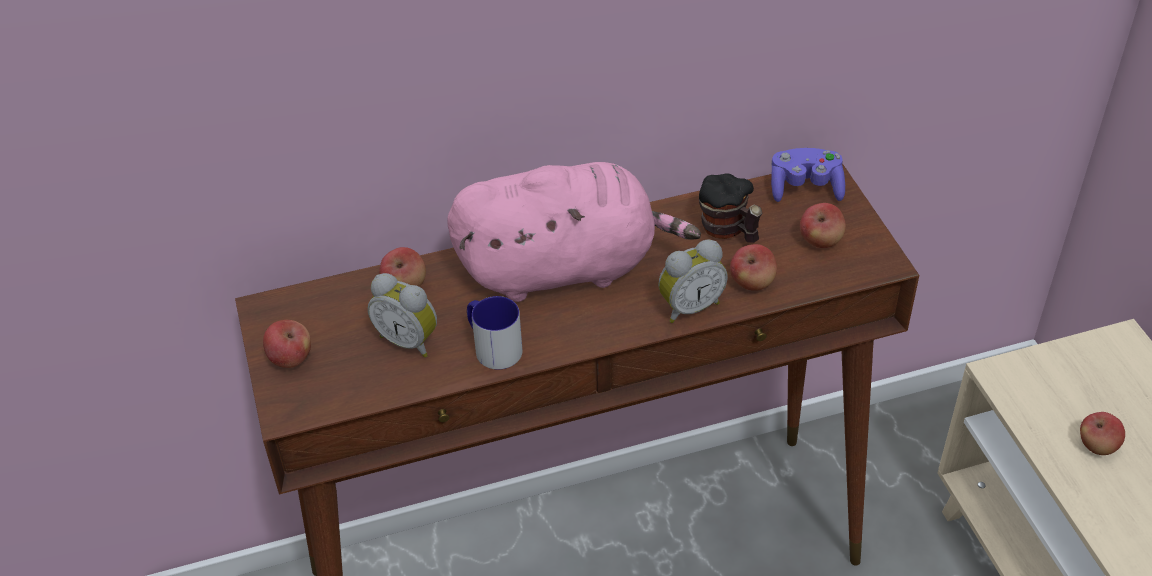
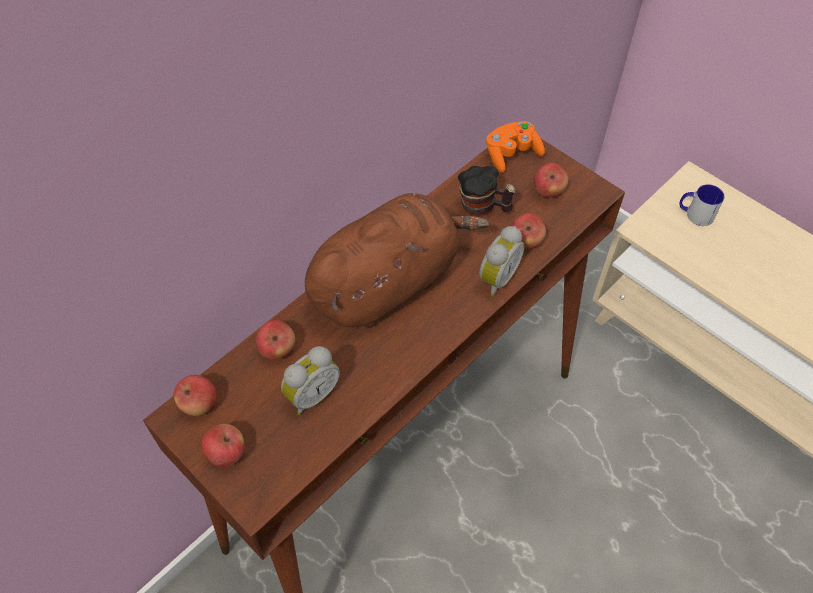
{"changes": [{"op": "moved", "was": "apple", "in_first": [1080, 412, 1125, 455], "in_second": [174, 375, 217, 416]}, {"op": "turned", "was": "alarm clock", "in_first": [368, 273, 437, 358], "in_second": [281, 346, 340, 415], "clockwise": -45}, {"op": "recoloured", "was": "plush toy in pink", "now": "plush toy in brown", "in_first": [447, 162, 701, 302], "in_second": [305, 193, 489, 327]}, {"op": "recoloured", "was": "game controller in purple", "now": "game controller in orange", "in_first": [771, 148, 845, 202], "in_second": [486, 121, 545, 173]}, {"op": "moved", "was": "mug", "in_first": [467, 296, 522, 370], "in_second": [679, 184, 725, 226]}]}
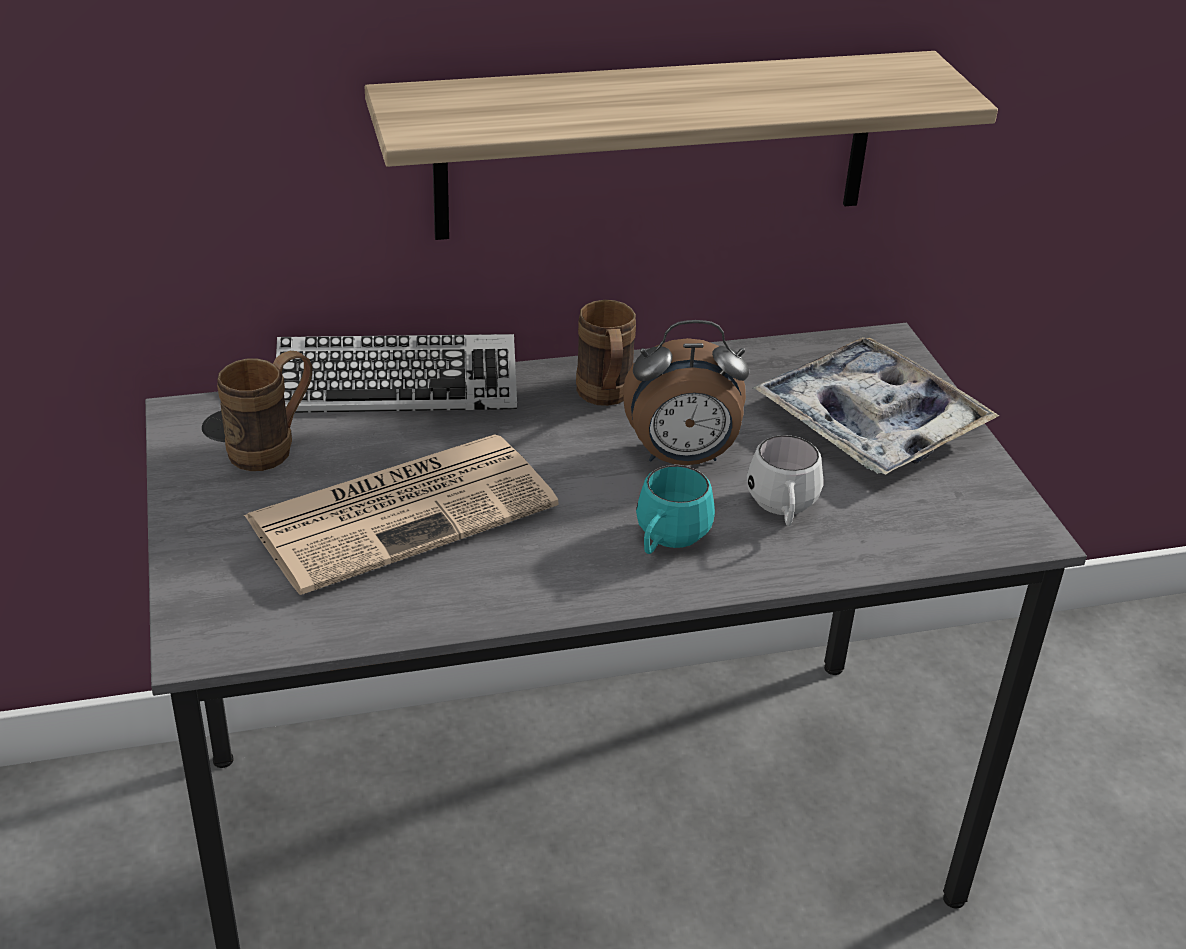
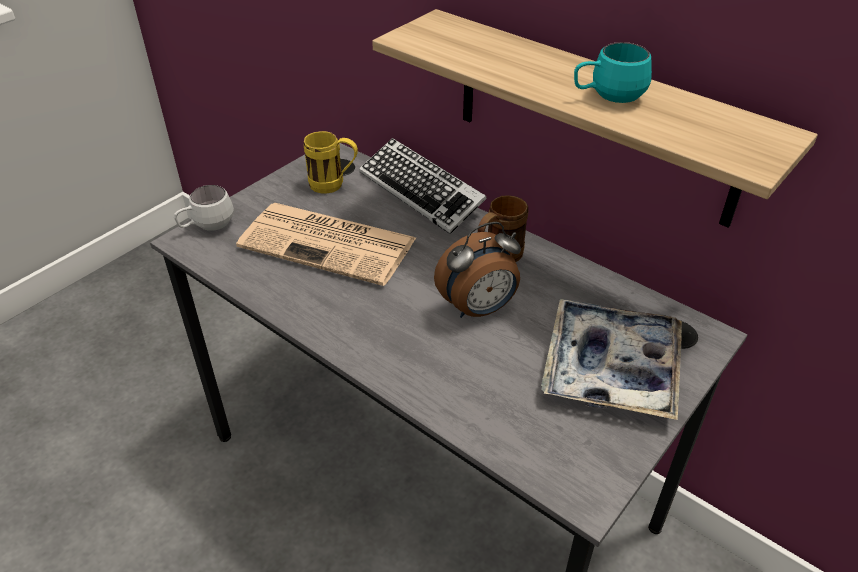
{"changes": [{"op": "moved", "was": "mug in white", "in_first": [747, 435, 823, 526], "in_second": [174, 185, 234, 231]}, {"op": "recoloured", "was": "mug in brown", "now": "mug in yellow", "in_first": [217, 351, 312, 471], "in_second": [304, 131, 358, 194]}, {"op": "turned", "was": "alarm clock", "in_first": [623, 320, 749, 465], "in_second": [434, 222, 521, 318], "clockwise": -75}, {"op": "moved", "was": "mug in turquoise", "in_first": [636, 465, 715, 554], "in_second": [574, 42, 652, 103]}]}
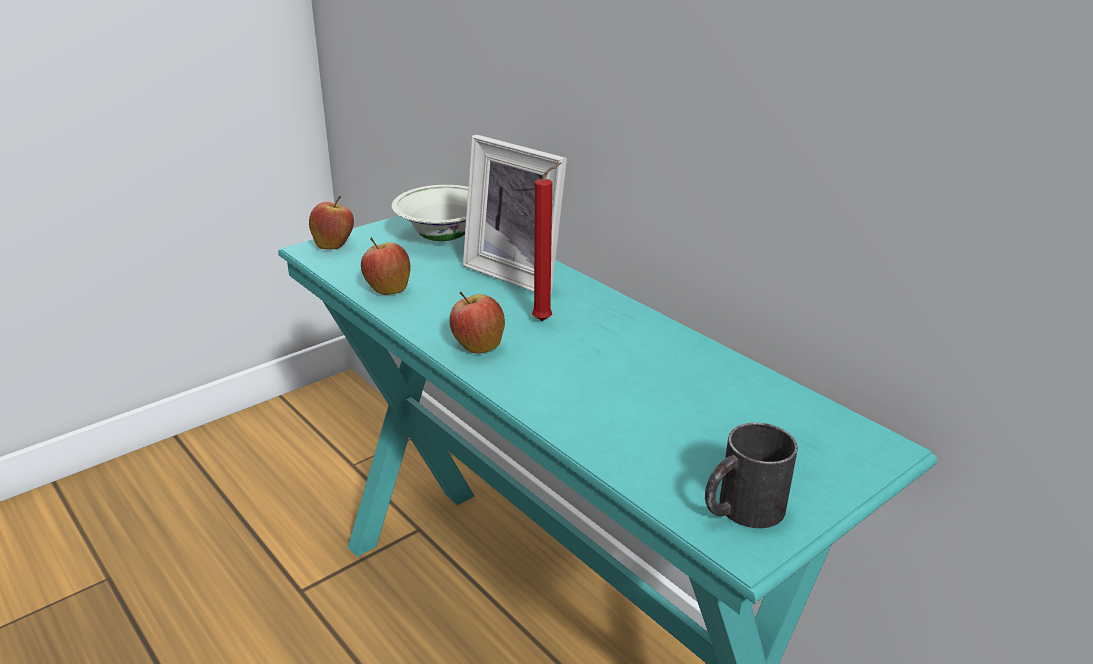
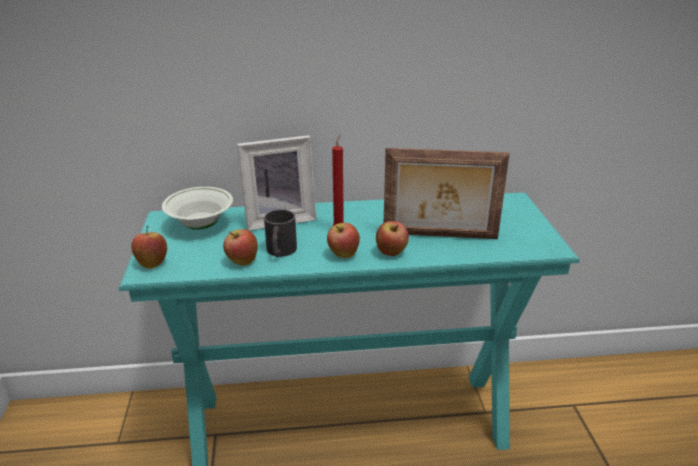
{"changes": [{"op": "moved", "was": "mug in black", "in_first": [705, 422, 798, 528], "in_second": [264, 209, 297, 257]}, {"op": "added", "now": "apple", "in_second": [376, 221, 409, 256]}, {"op": "added", "now": "picture frame", "in_second": [384, 148, 510, 239]}]}
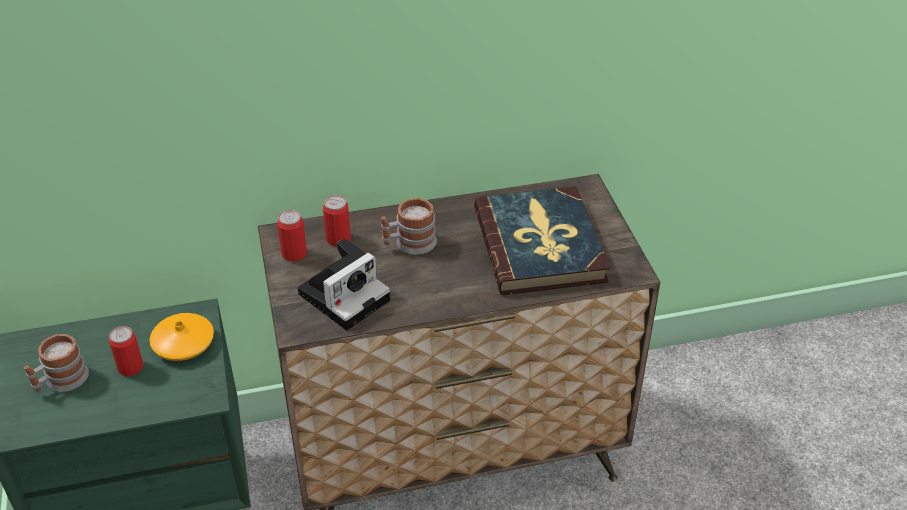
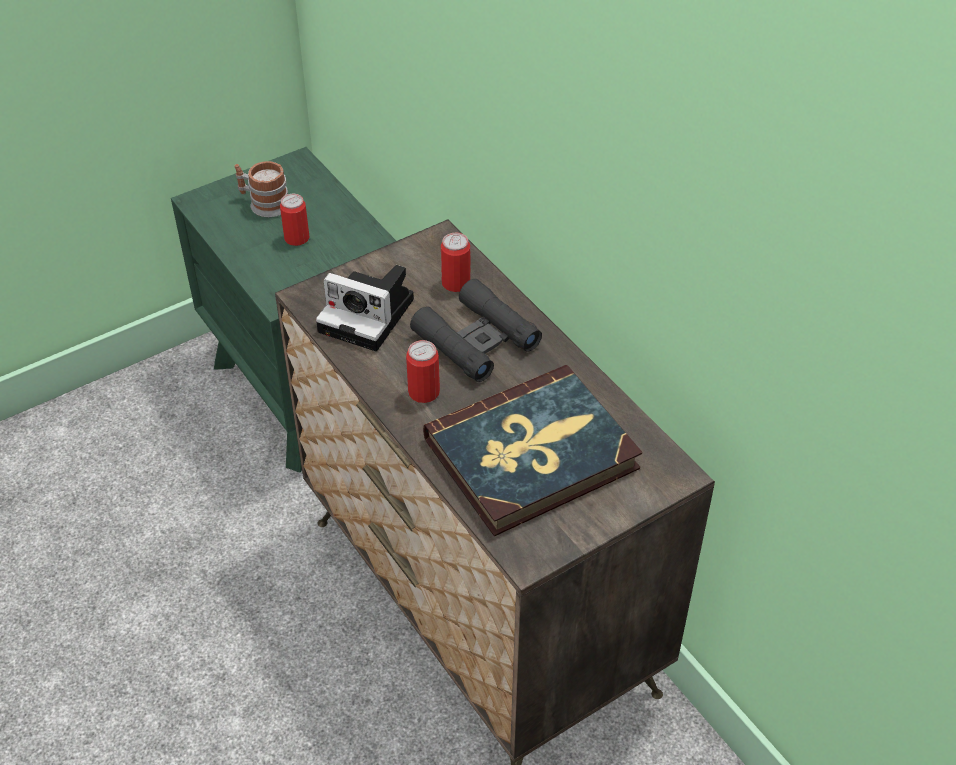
{"changes": [{"op": "moved", "was": "can", "in_first": [277, 210, 307, 261], "in_second": [406, 340, 440, 403]}, {"op": "replaced", "was": "mug", "now": "binoculars in black", "in_first": [381, 198, 437, 255], "in_second": [410, 279, 542, 382]}, {"op": "removed", "was": "vase in orange", "in_first": [149, 313, 214, 361]}]}
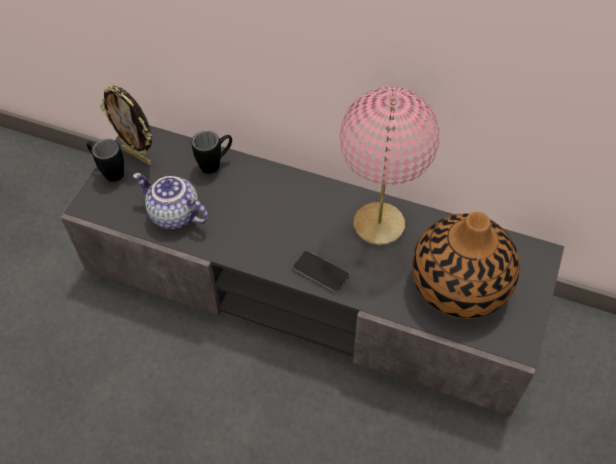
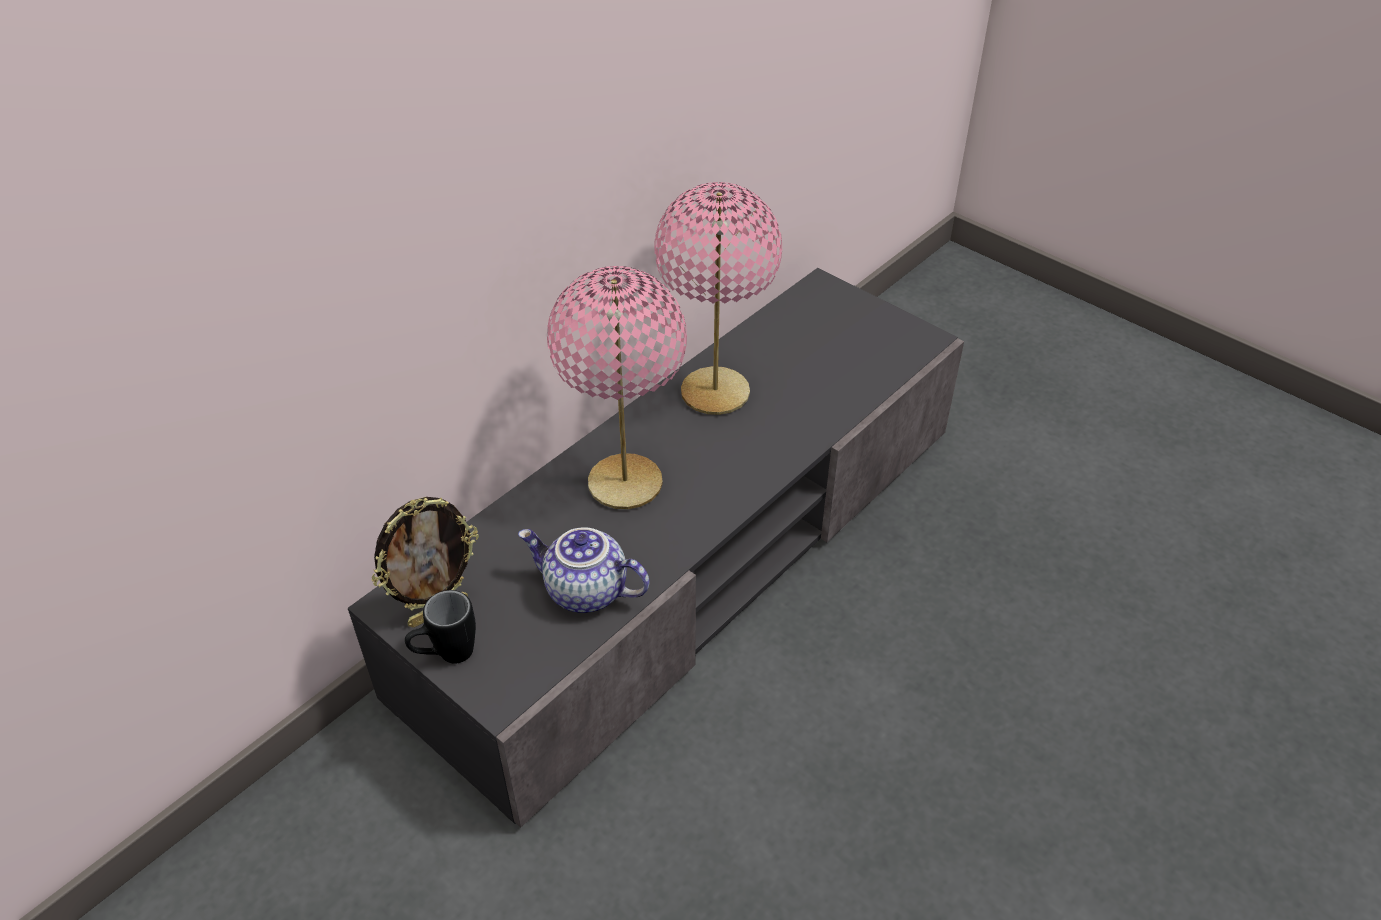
{"changes": [{"op": "turned", "was": "teapot", "in_first": [133, 173, 209, 229], "in_second": [518, 527, 650, 613], "clockwise": 60}, {"op": "added", "now": "table lamp in pink", "in_second": [547, 266, 687, 509]}, {"op": "removed", "was": "mug in black", "in_first": [191, 131, 232, 174]}, {"op": "removed", "was": "phone", "in_first": [293, 251, 350, 293]}, {"op": "removed", "was": "vase", "in_first": [412, 212, 520, 319]}]}
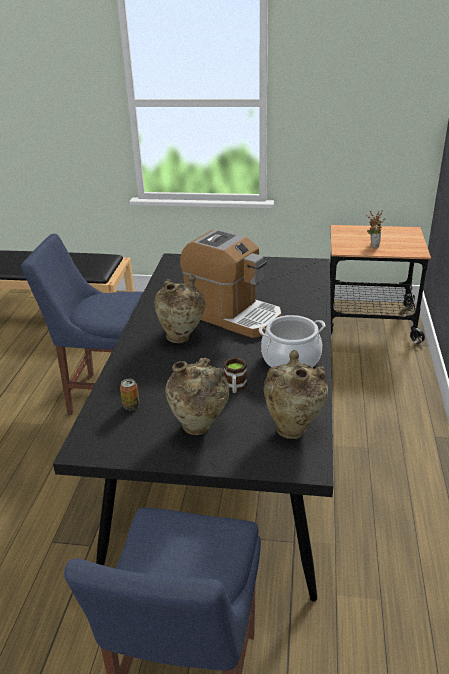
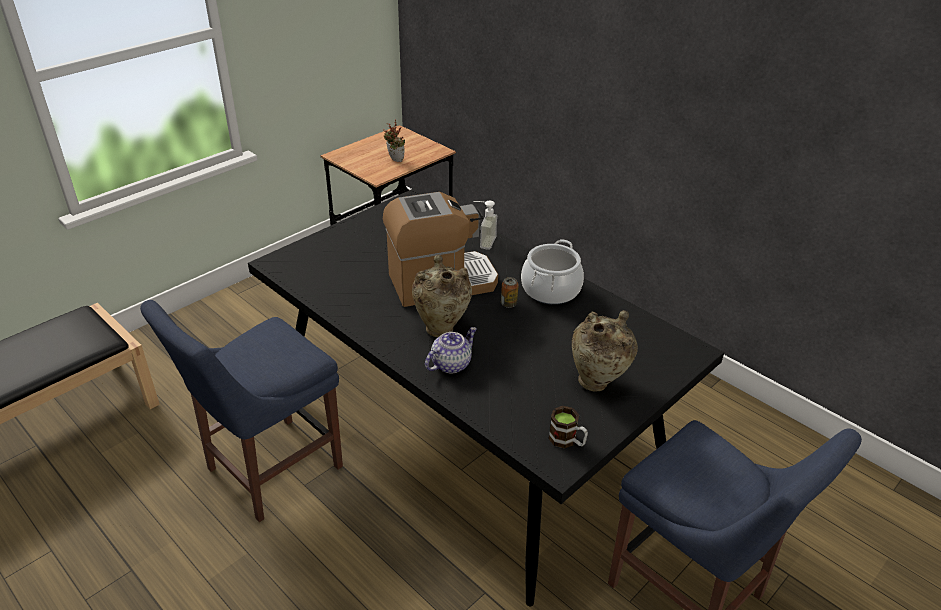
{"changes": [{"op": "added", "now": "teapot", "in_second": [425, 327, 477, 373]}, {"op": "added", "now": "soap dispenser", "in_second": [473, 201, 497, 250]}, {"op": "moved", "was": "can", "in_first": [120, 379, 140, 410], "in_second": [501, 277, 519, 308]}, {"op": "moved", "was": "mug", "in_first": [224, 357, 247, 393], "in_second": [548, 406, 588, 449]}, {"op": "removed", "was": "vase in beige", "in_first": [264, 350, 328, 439]}]}
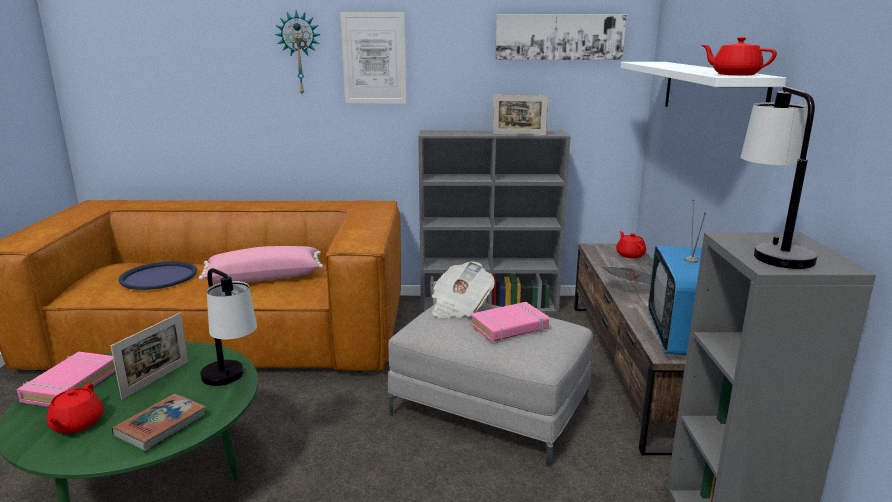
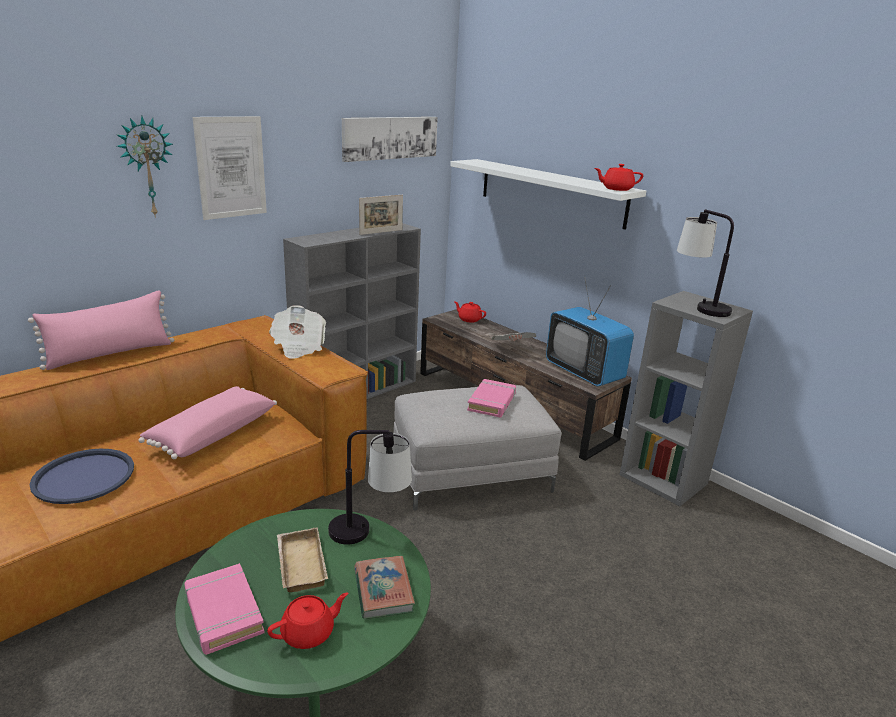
{"changes": [{"op": "added", "now": "pillow in pink", "in_second": [28, 290, 174, 370]}, {"op": "turned", "was": "teapot in red", "in_first": [47, 383, 103, 434], "in_second": [267, 592, 348, 649], "clockwise": -75}, {"op": "moved", "was": "newspaper", "in_first": [432, 261, 495, 318], "in_second": [269, 305, 326, 359]}, {"op": "replaced", "was": "picture frame", "now": "tray in beige", "in_first": [111, 313, 188, 399], "in_second": [277, 527, 328, 592]}]}
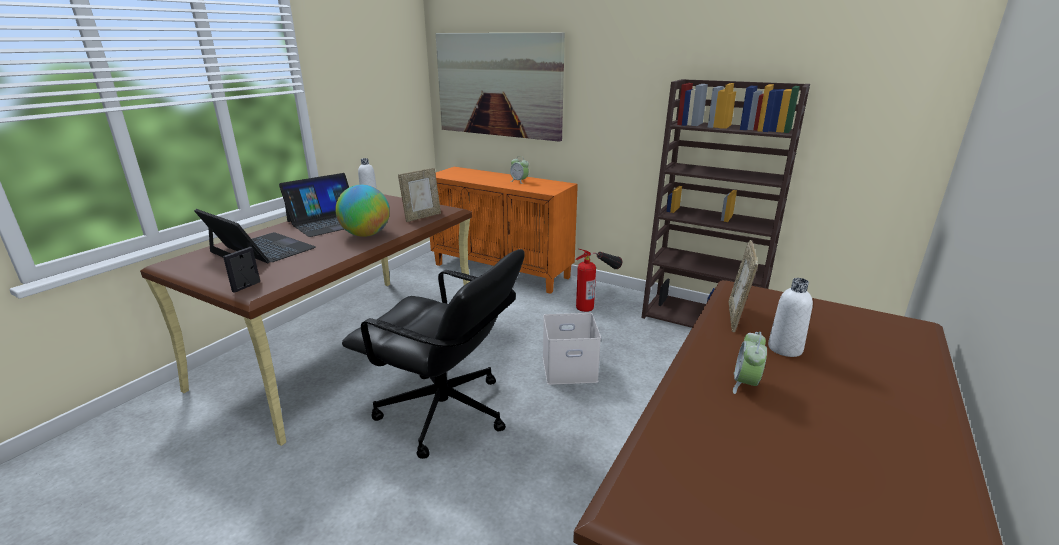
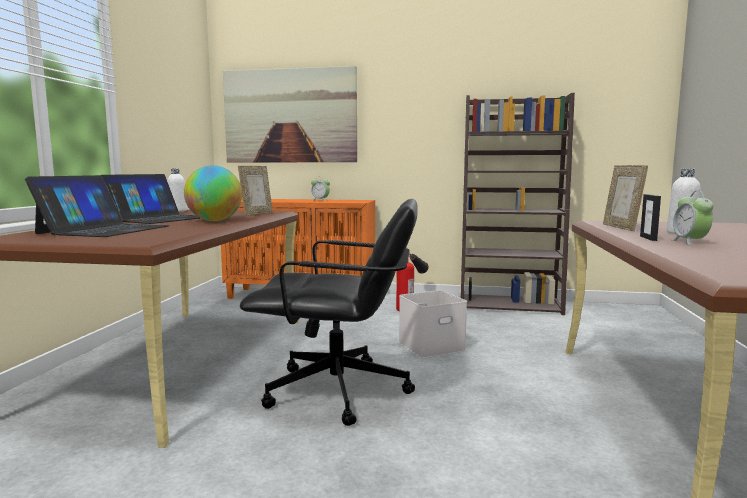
{"changes": [{"op": "turned", "was": "laptop", "in_first": [194, 209, 316, 263], "in_second": [25, 175, 169, 237], "clockwise": 90}, {"op": "moved", "was": "picture frame", "in_first": [223, 247, 260, 293], "in_second": [640, 194, 661, 241]}]}
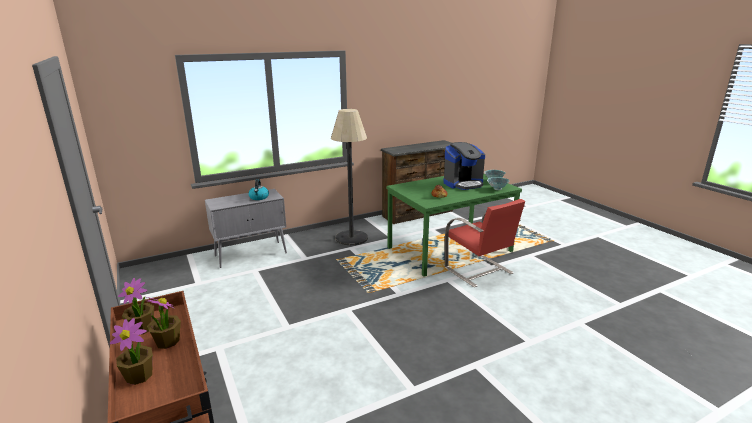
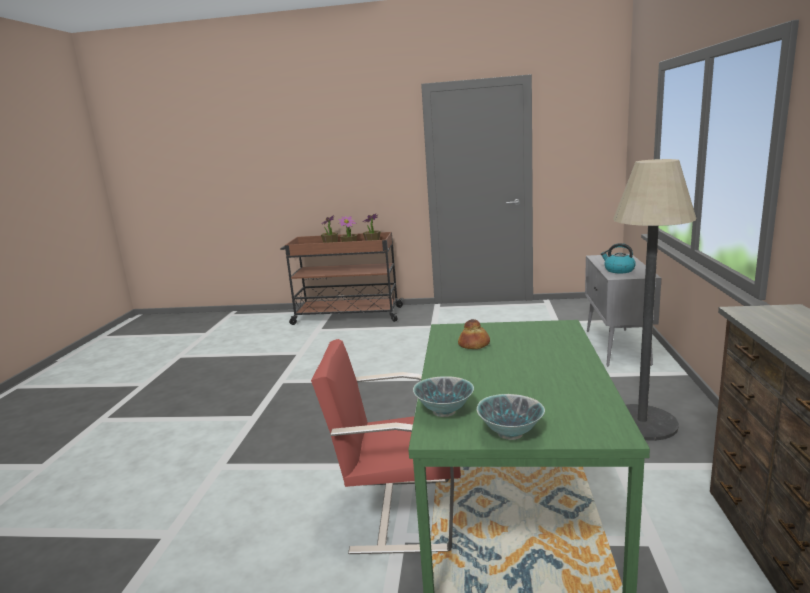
{"changes": [{"op": "removed", "was": "coffee machine", "in_first": [443, 142, 485, 190]}]}
